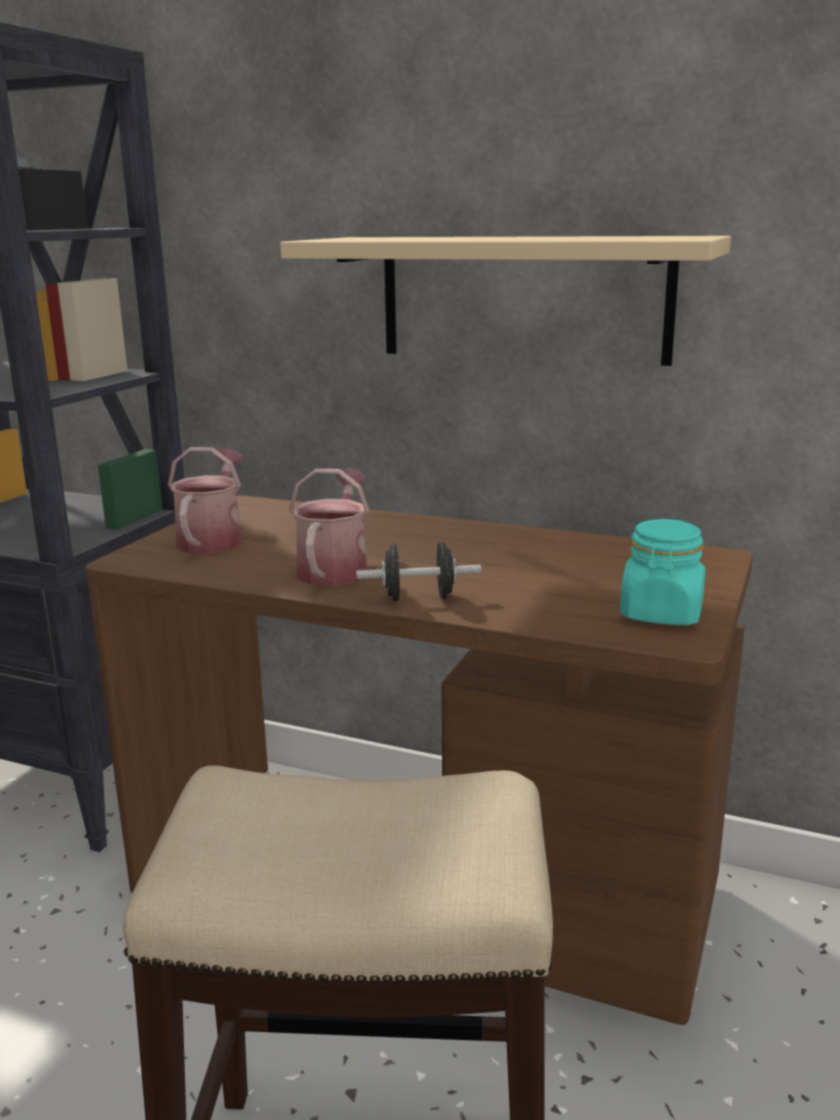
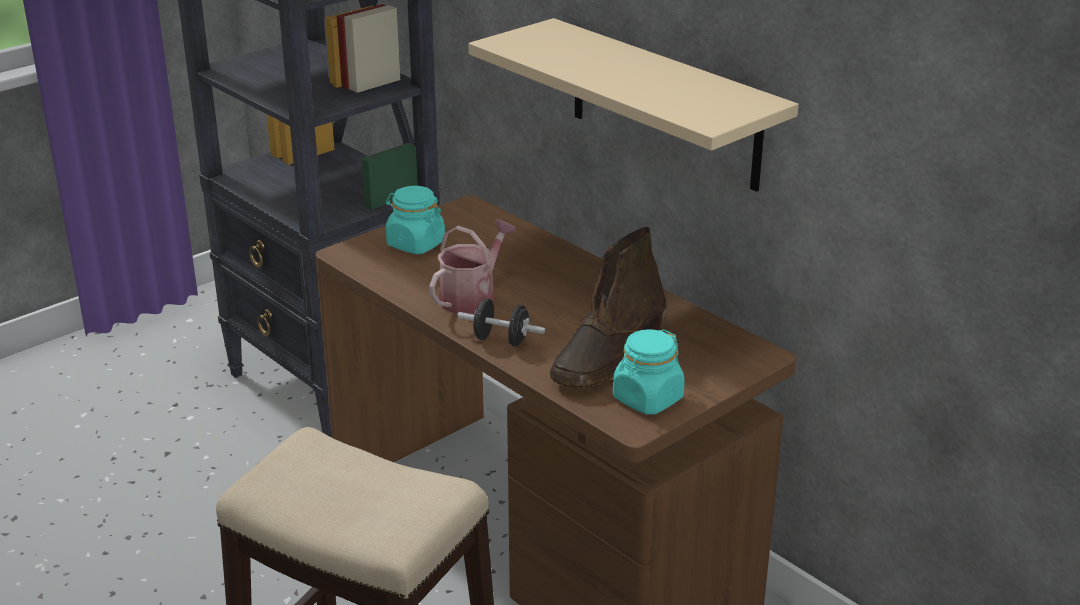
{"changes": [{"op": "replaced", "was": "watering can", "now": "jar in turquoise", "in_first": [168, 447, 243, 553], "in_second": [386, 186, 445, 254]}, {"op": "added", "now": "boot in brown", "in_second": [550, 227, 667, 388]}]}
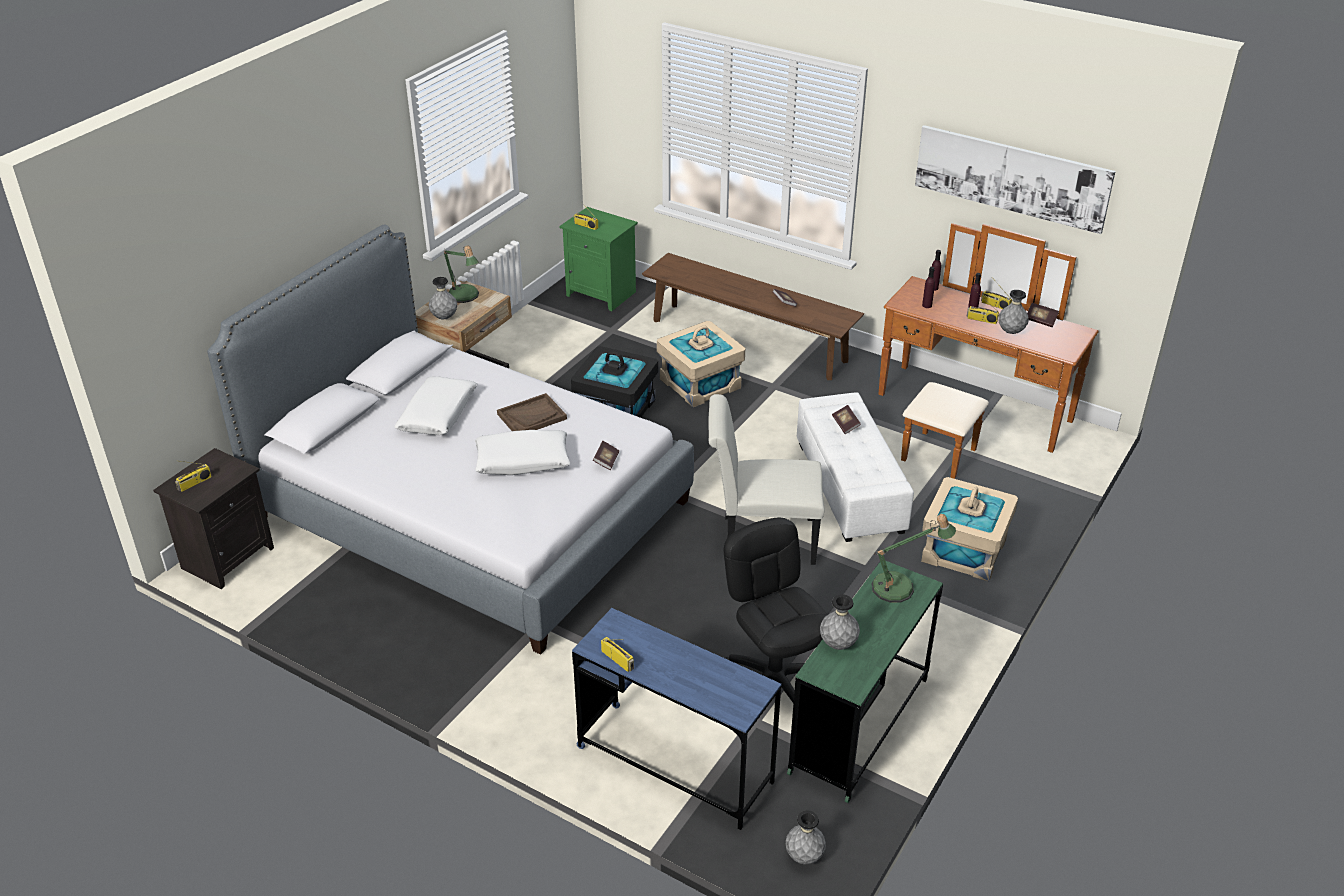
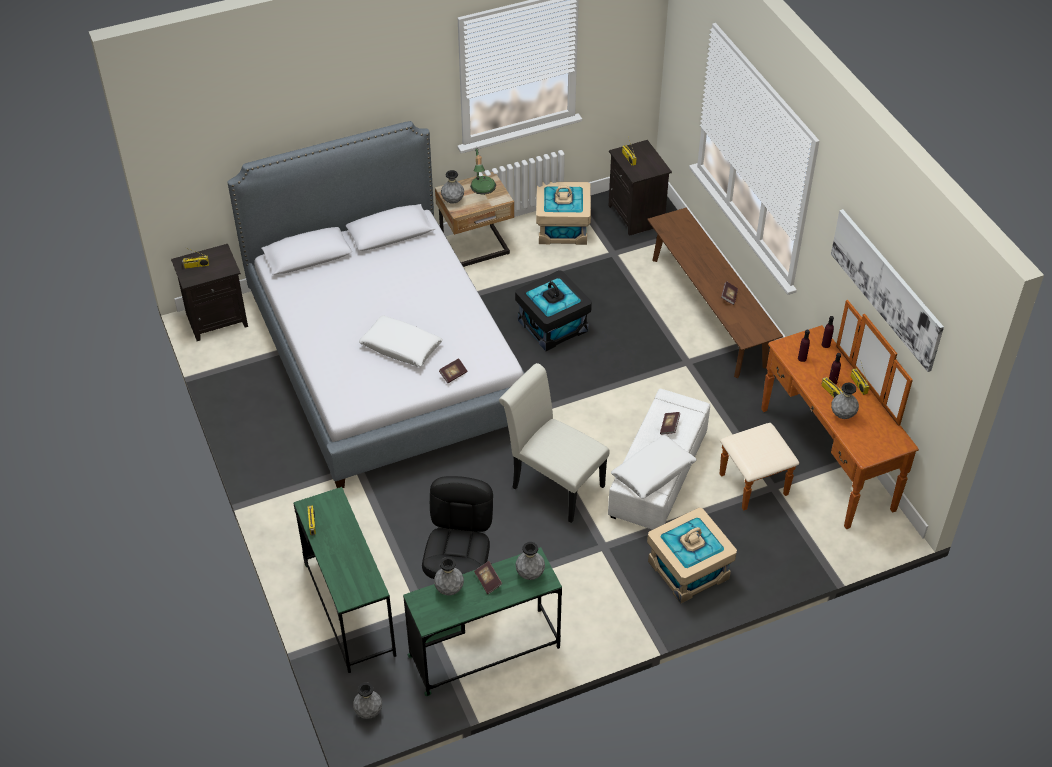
{"changes": [{"op": "recoloured", "was": "desk in blue", "now": "desk in green", "in_first": [572, 608, 781, 830], "in_second": [294, 487, 396, 673]}, {"op": "moved", "was": "book", "in_first": [1027, 303, 1059, 327], "in_second": [474, 561, 502, 594]}, {"op": "replaced", "was": "table lamp", "now": "vase in grey", "in_first": [871, 514, 956, 603], "in_second": [515, 542, 545, 580]}, {"op": "moved", "was": "storage box in beige", "in_first": [657, 321, 745, 407], "in_second": [536, 182, 591, 245]}, {"op": "recoloured", "was": "nightstand in green", "now": "nightstand in black", "in_first": [559, 207, 638, 311], "in_second": [608, 140, 672, 236]}, {"op": "moved", "was": "pillow in white", "in_first": [394, 376, 477, 435], "in_second": [611, 435, 697, 499]}, {"op": "removed", "was": "tray in brown", "in_first": [497, 393, 567, 431]}]}
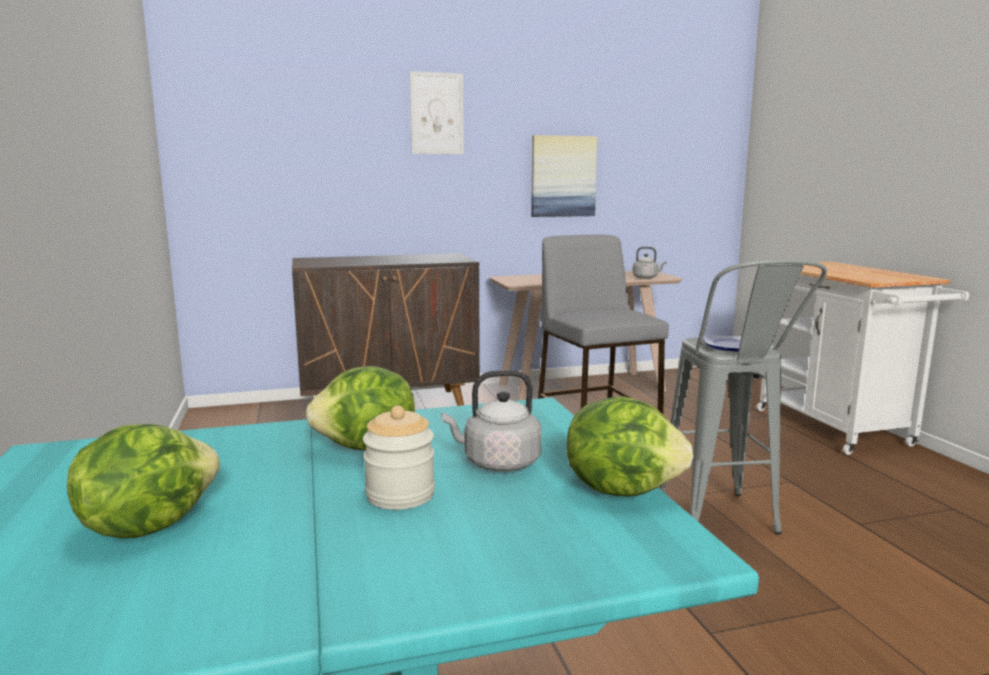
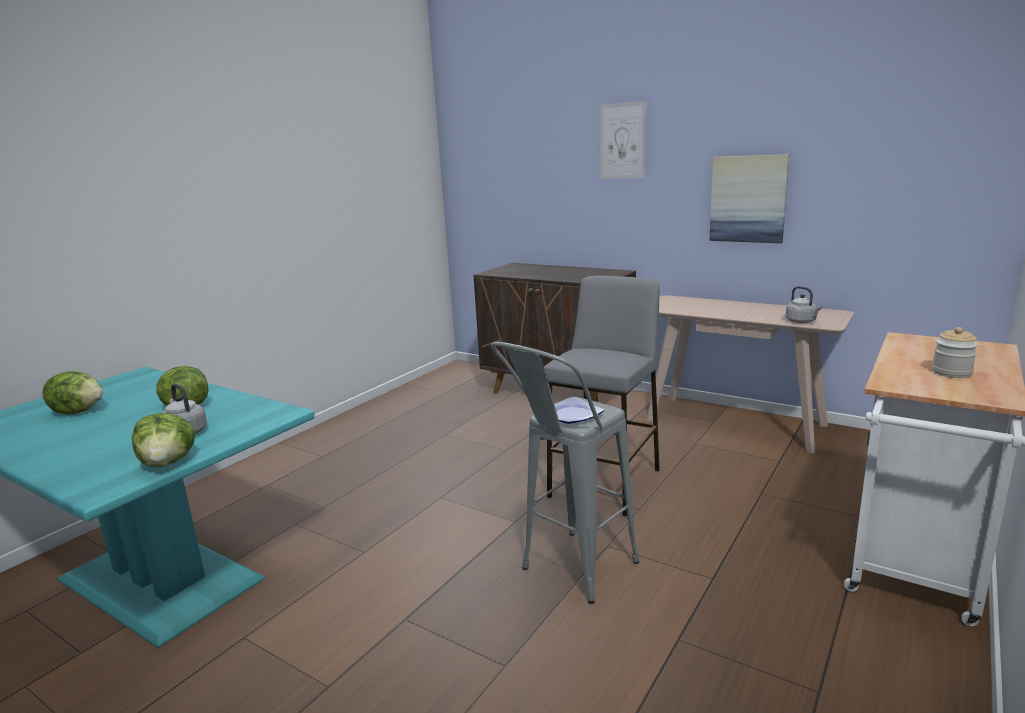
{"changes": [{"op": "moved", "was": "jar", "in_first": [363, 405, 435, 510], "in_second": [932, 327, 978, 378]}]}
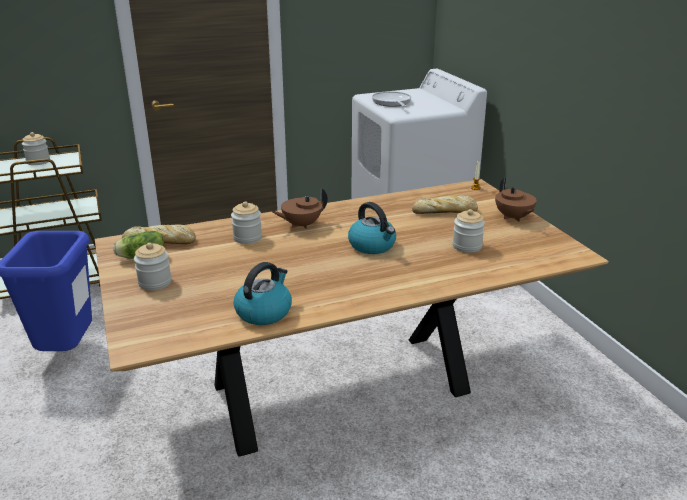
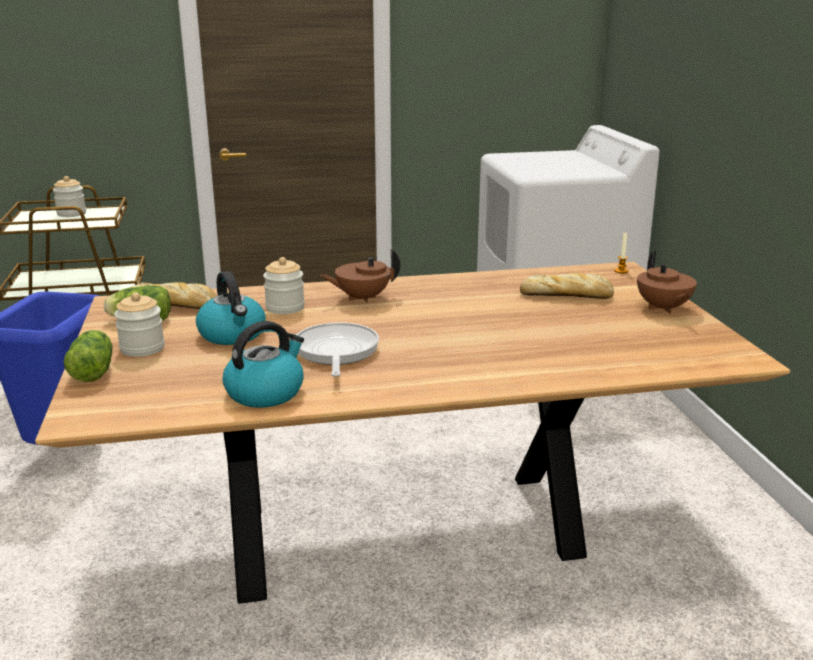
{"changes": [{"op": "added", "now": "lettuce", "in_second": [64, 330, 112, 382]}, {"op": "moved", "was": "kettle", "in_first": [348, 202, 396, 254], "in_second": [196, 271, 266, 345]}, {"op": "moved", "was": "frying pan", "in_first": [372, 92, 411, 107], "in_second": [297, 322, 379, 377]}, {"op": "removed", "was": "jar", "in_first": [452, 209, 485, 253]}]}
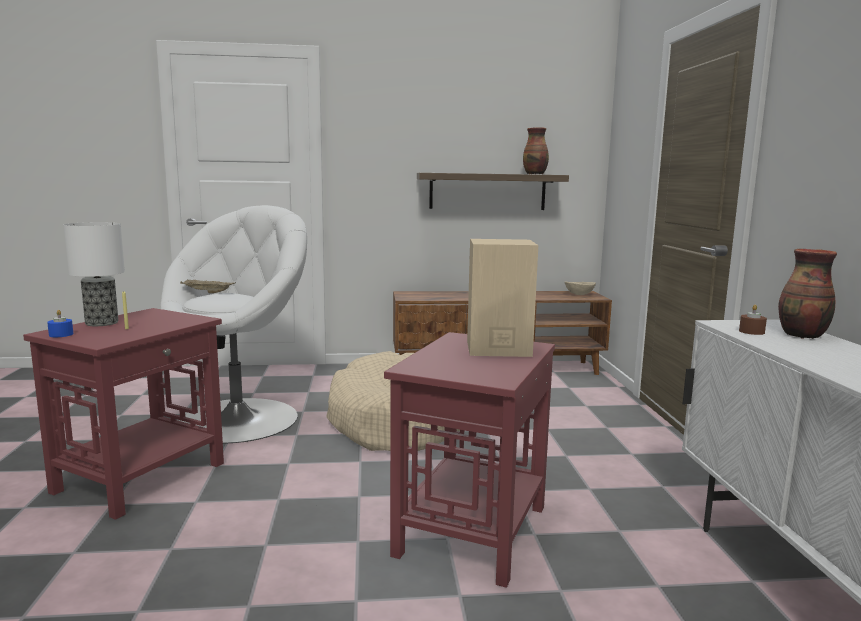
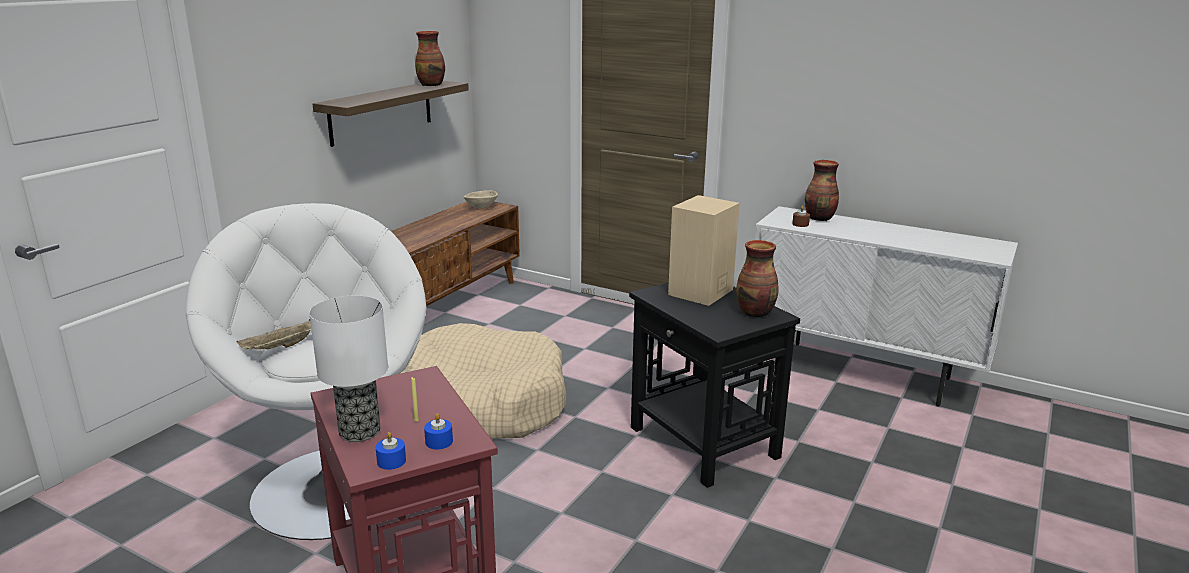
{"changes": [{"op": "added", "now": "candle in blue", "in_second": [424, 413, 453, 449]}, {"op": "recoloured", "was": "side table in red", "now": "side table in black", "in_first": [384, 332, 555, 588], "in_second": [629, 283, 800, 488]}, {"op": "added", "now": "vase", "in_second": [736, 240, 779, 317]}]}
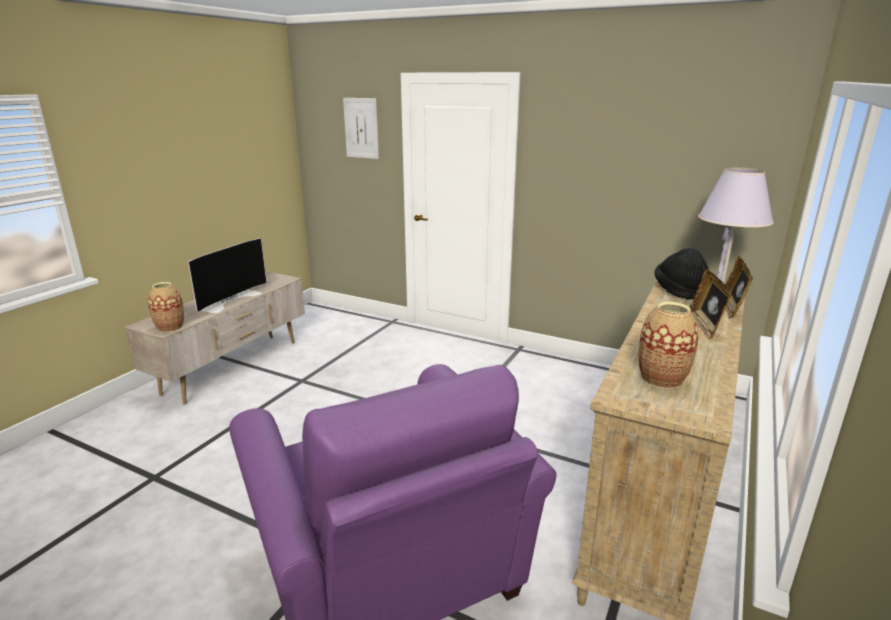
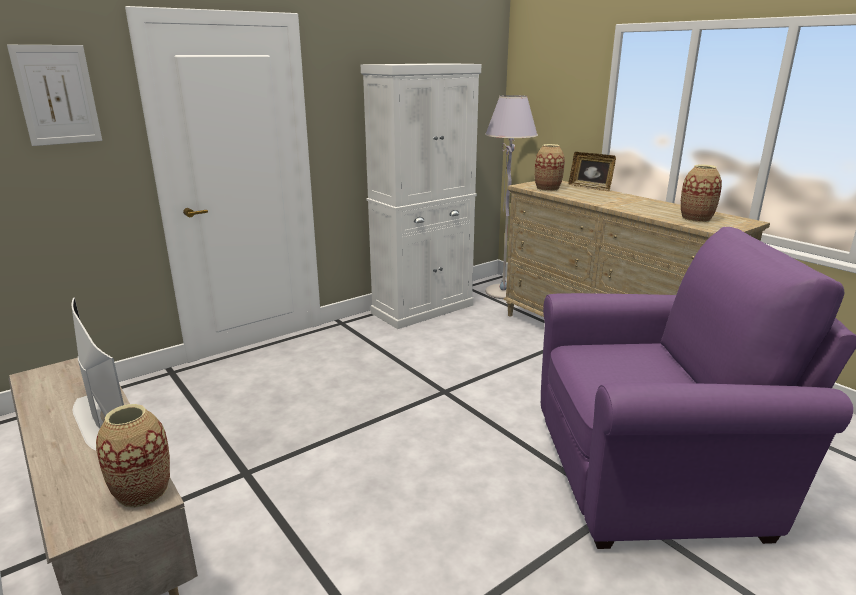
{"changes": [{"op": "added", "now": "cabinet in white", "in_second": [361, 63, 481, 329]}, {"op": "replaced", "was": "hat in black", "now": "vase", "in_first": [655, 248, 708, 299], "in_second": [535, 144, 565, 191]}, {"op": "removed", "was": "picture frame", "in_first": [690, 269, 732, 339]}]}
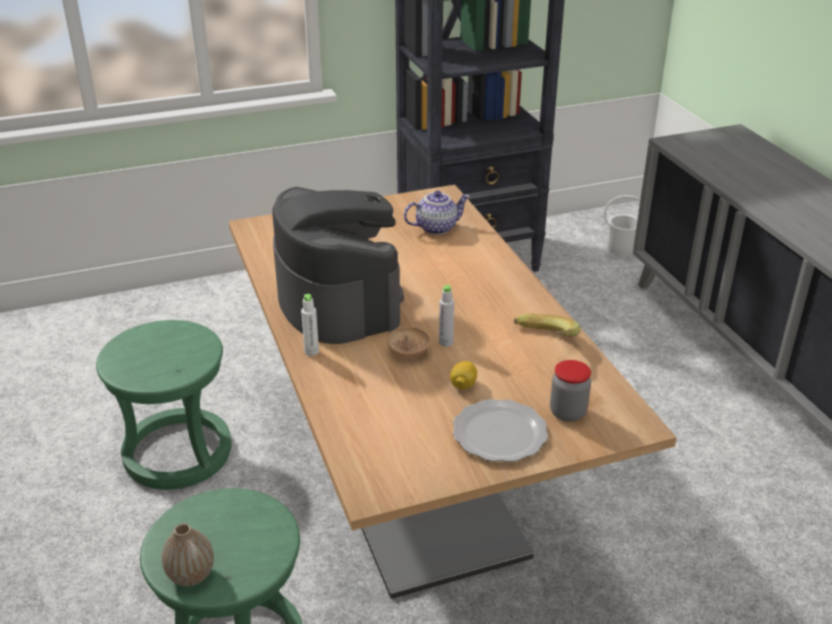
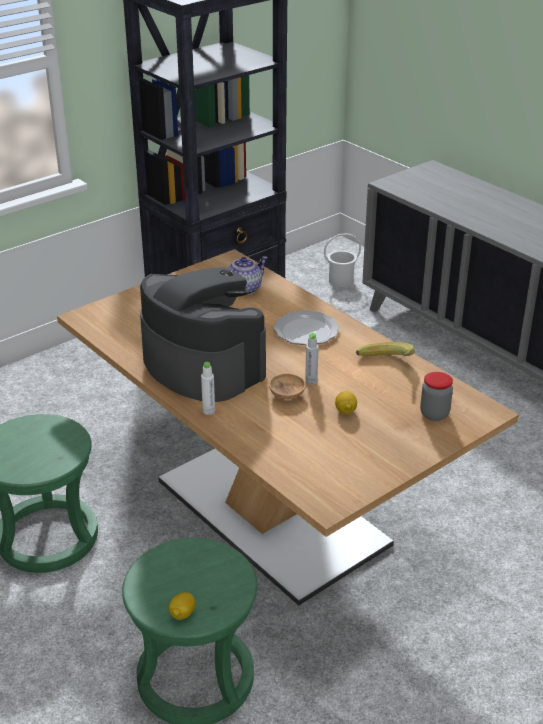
{"changes": [{"op": "replaced", "was": "vase", "now": "lemon", "in_first": [161, 523, 214, 586], "in_second": [169, 592, 195, 620]}, {"op": "moved", "was": "plate", "in_first": [453, 399, 548, 462], "in_second": [274, 310, 339, 345]}]}
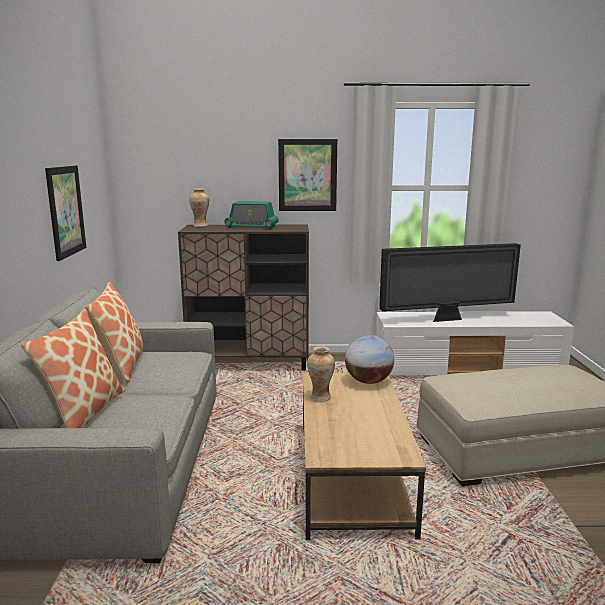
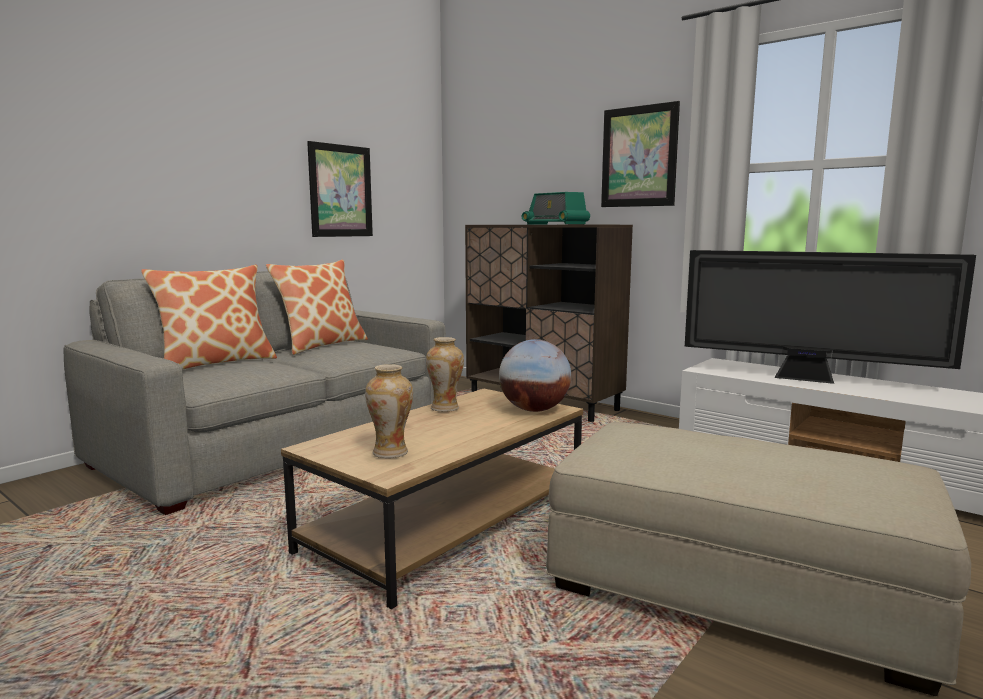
{"changes": [{"op": "moved", "was": "vase", "in_first": [189, 189, 209, 227], "in_second": [365, 364, 413, 458]}]}
